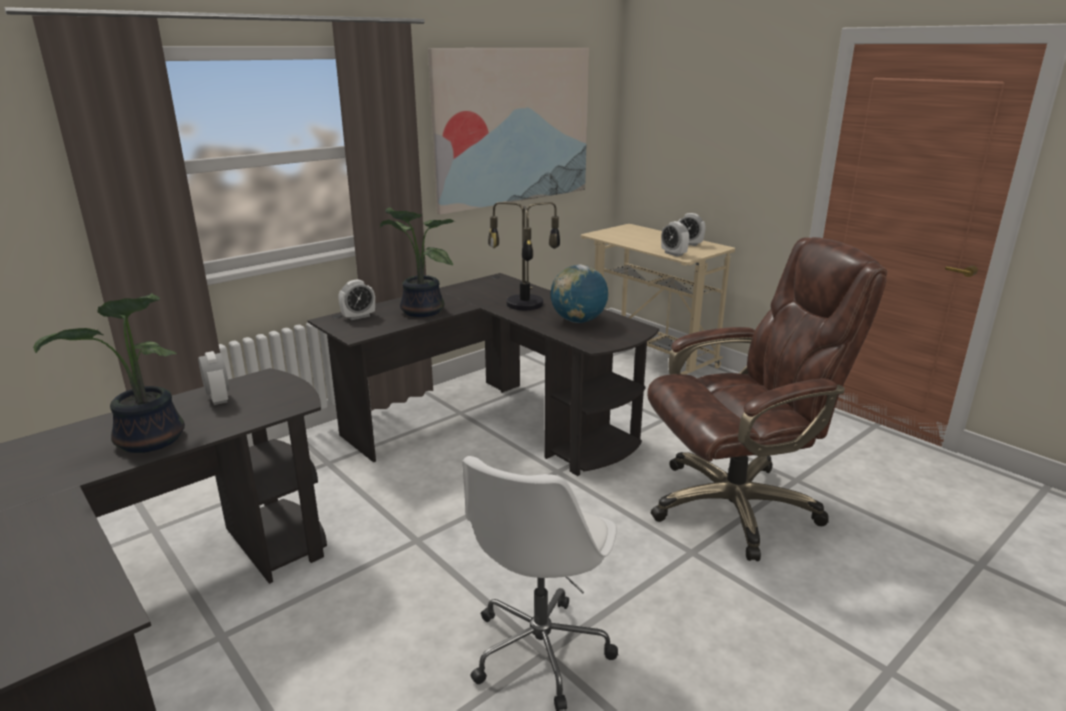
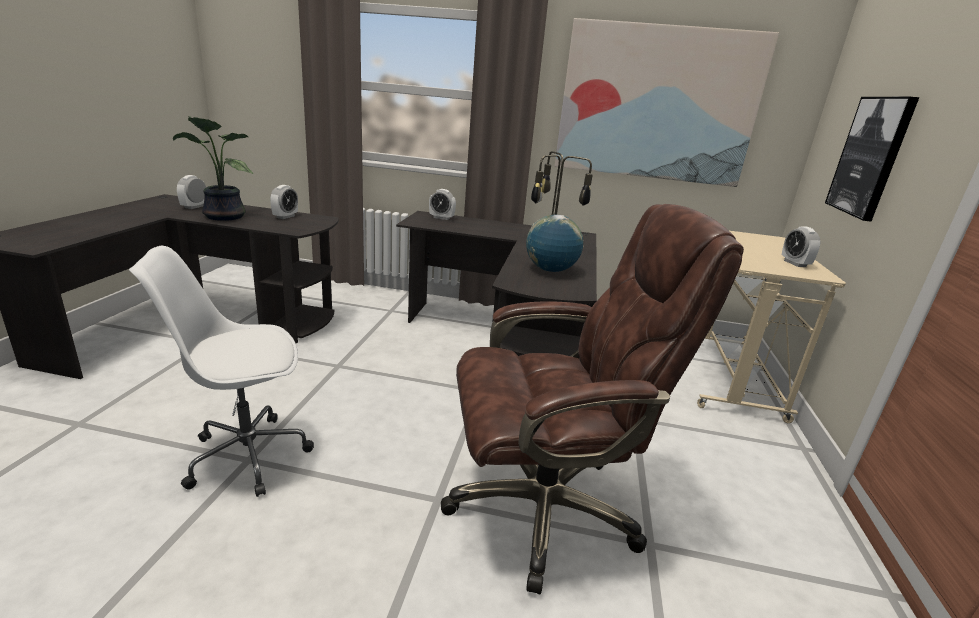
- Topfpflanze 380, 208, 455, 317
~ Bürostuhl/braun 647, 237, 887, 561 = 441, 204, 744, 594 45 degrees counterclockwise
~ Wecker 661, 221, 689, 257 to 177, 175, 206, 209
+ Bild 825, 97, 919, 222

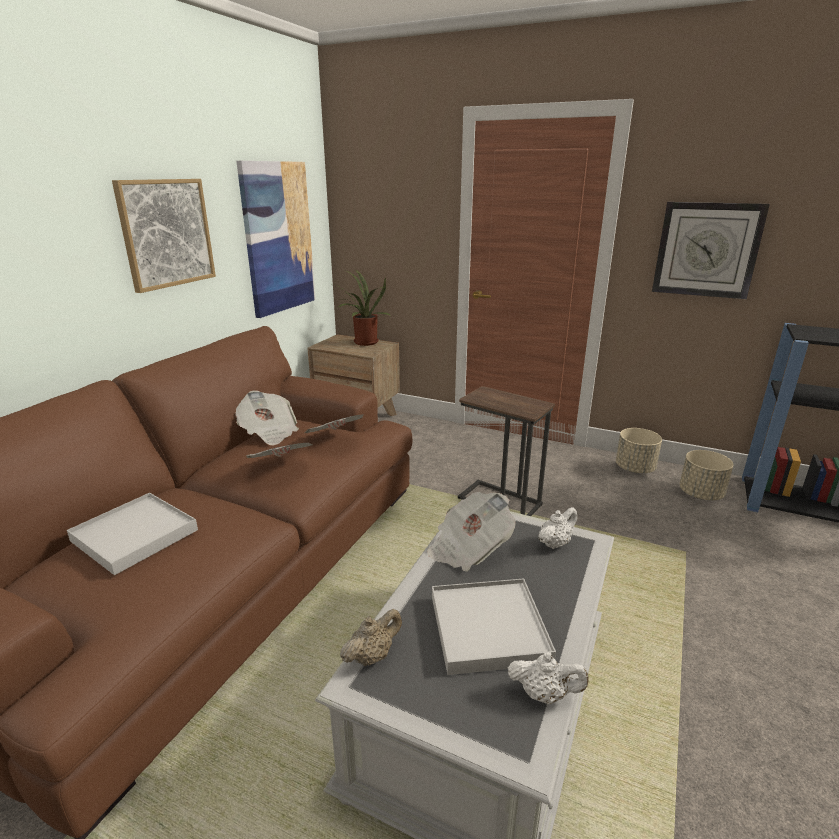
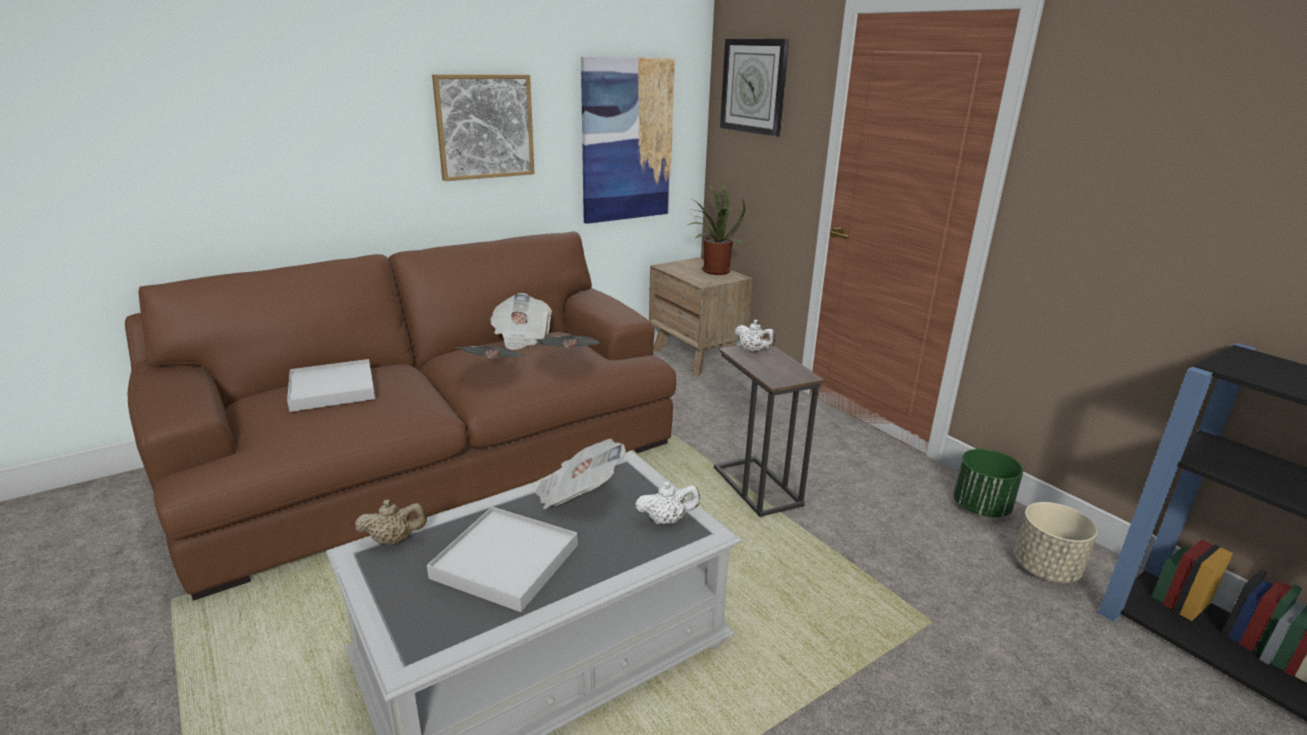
~ Teekanne/weiß 508, 652, 588, 704 to 735, 320, 775, 353
~ Pflanzkübel/beige 616, 428, 662, 473 to Pflanzkübel/grün 953, 449, 1023, 517
~ Wanduhr 652, 202, 770, 299 to 720, 38, 789, 137

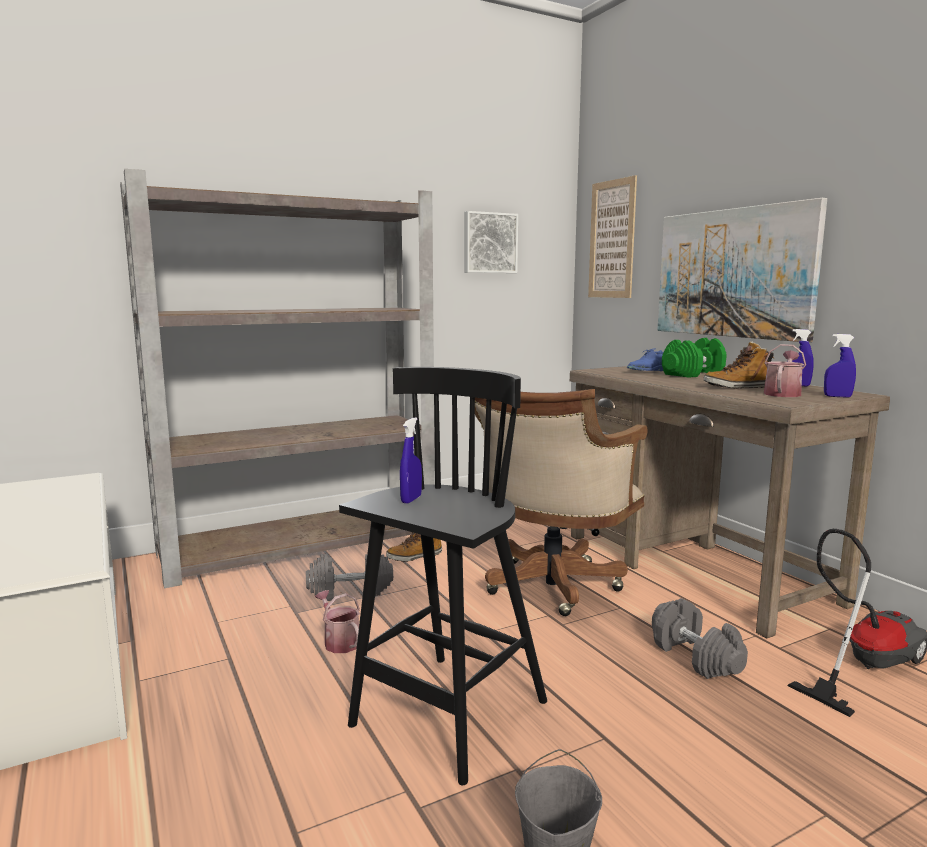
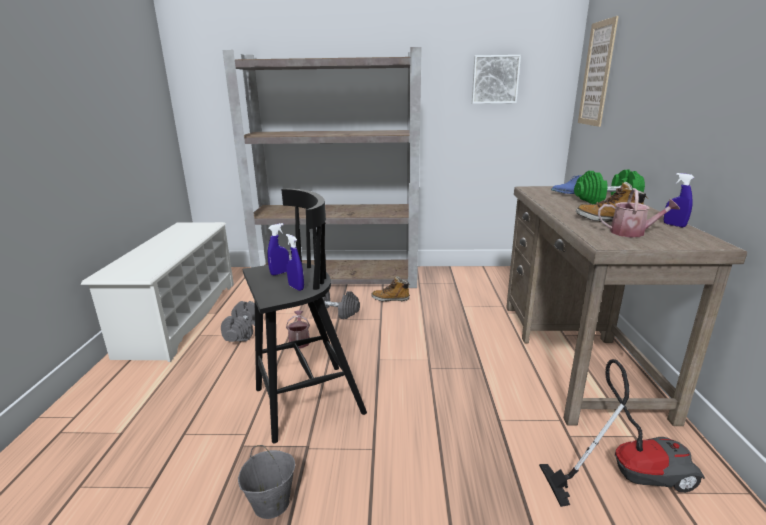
- Bürostuhl 475, 389, 648, 616
~ Hantel/grau 652, 598, 748, 679 to 221, 301, 255, 342
- Bild 657, 198, 827, 342
~ Gießkanne 764, 344, 806, 397 = 598, 188, 680, 237 45 degrees clockwise
~ Sprühflasche/blau 824, 334, 856, 398 to 286, 234, 304, 291

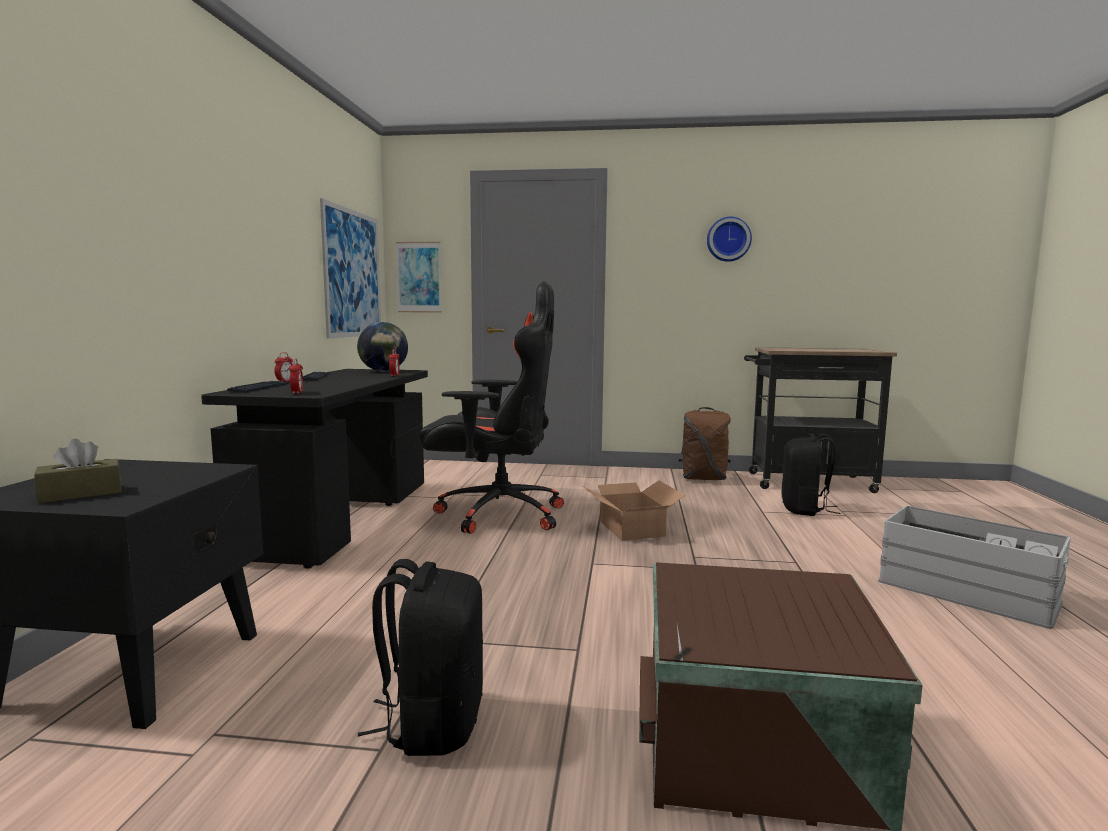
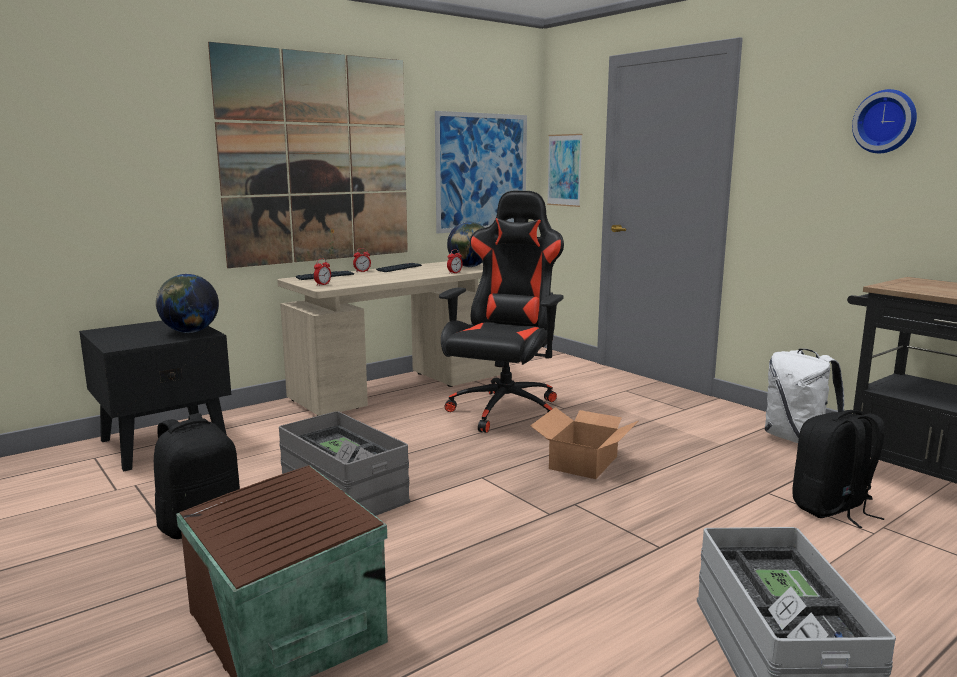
- Taschentuchbox/braun 34, 439, 122, 503
~ Schreibtisch/schwarz 201, 369, 428, 569 to Schreibtisch/beige 277, 261, 502, 416
~ Bürostuhl/schwarz 420, 281, 564, 534 = 439, 190, 564, 433 120 degrees counterclockwise
~ Rucksack/braun 679, 407, 731, 480 to Rucksack/weiß 765, 348, 845, 443
+ Globus 156, 274, 219, 333
+ Bild 208, 42, 408, 268
+ Aufbewahrungsbox/grau 279, 411, 410, 516

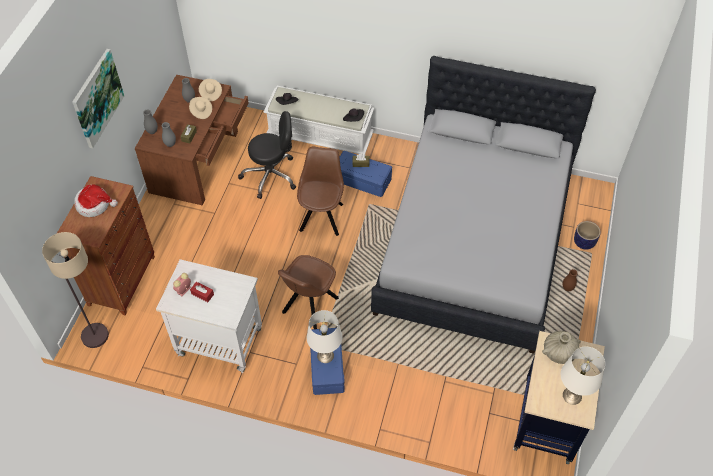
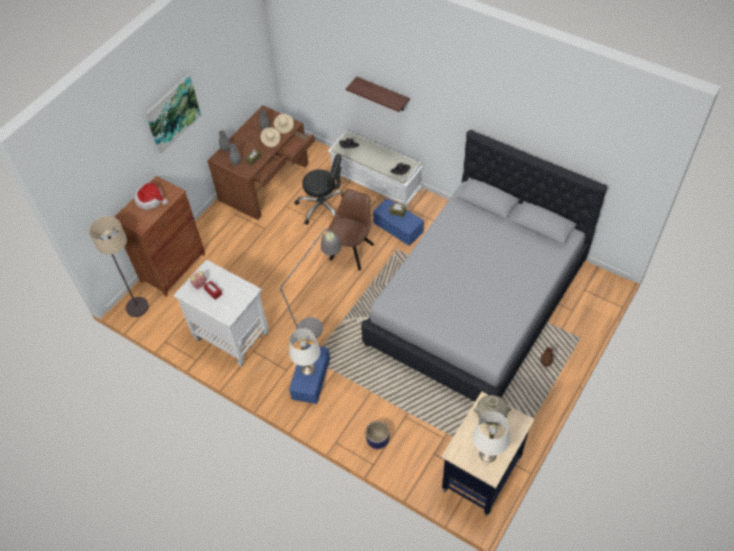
~ Stuhl/braun 278, 255, 339, 329 to Stehlampe/grau 253, 228, 341, 373
~ Pflanzkübel 574, 221, 601, 250 to 365, 421, 390, 449
+ Wandregal 346, 77, 410, 112

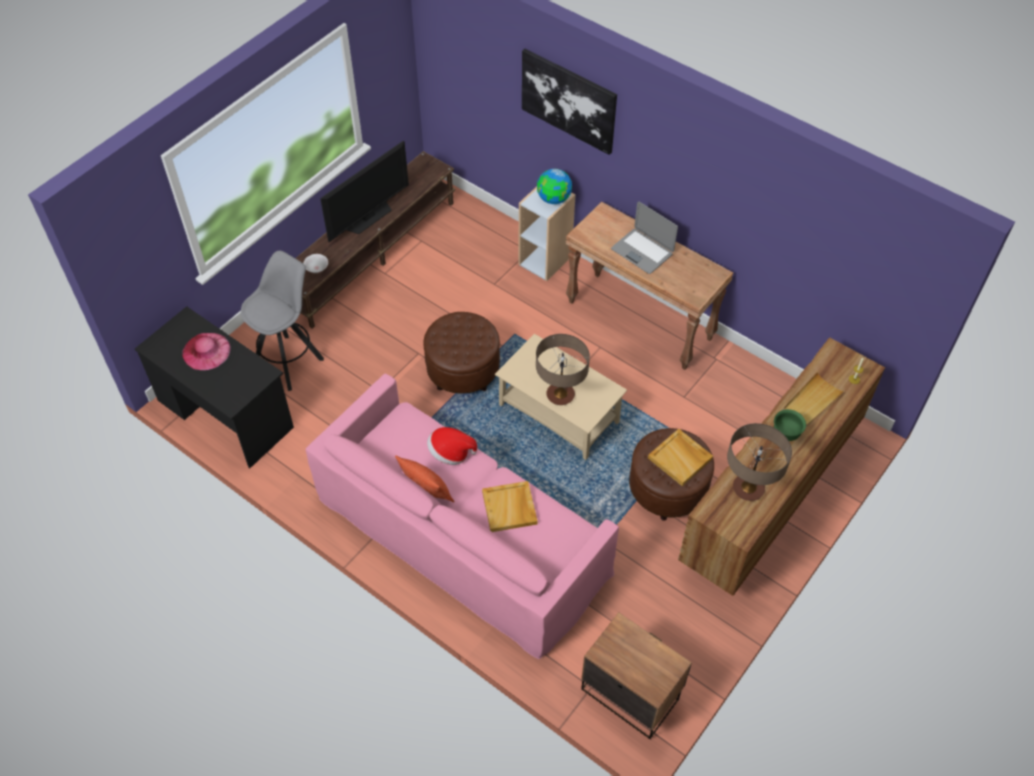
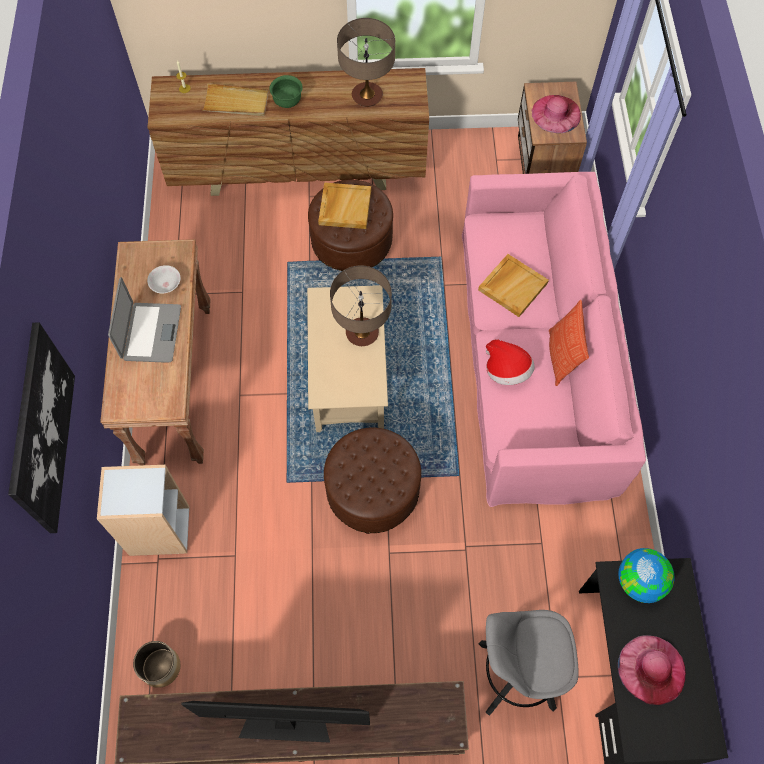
~ Schüssel/weiß 303, 254, 328, 273 to 147, 265, 181, 293
~ Globus 537, 169, 572, 204 to 618, 548, 675, 603
+ Pflanzkübel 133, 641, 180, 688
+ Hut/rosa 532, 95, 581, 133

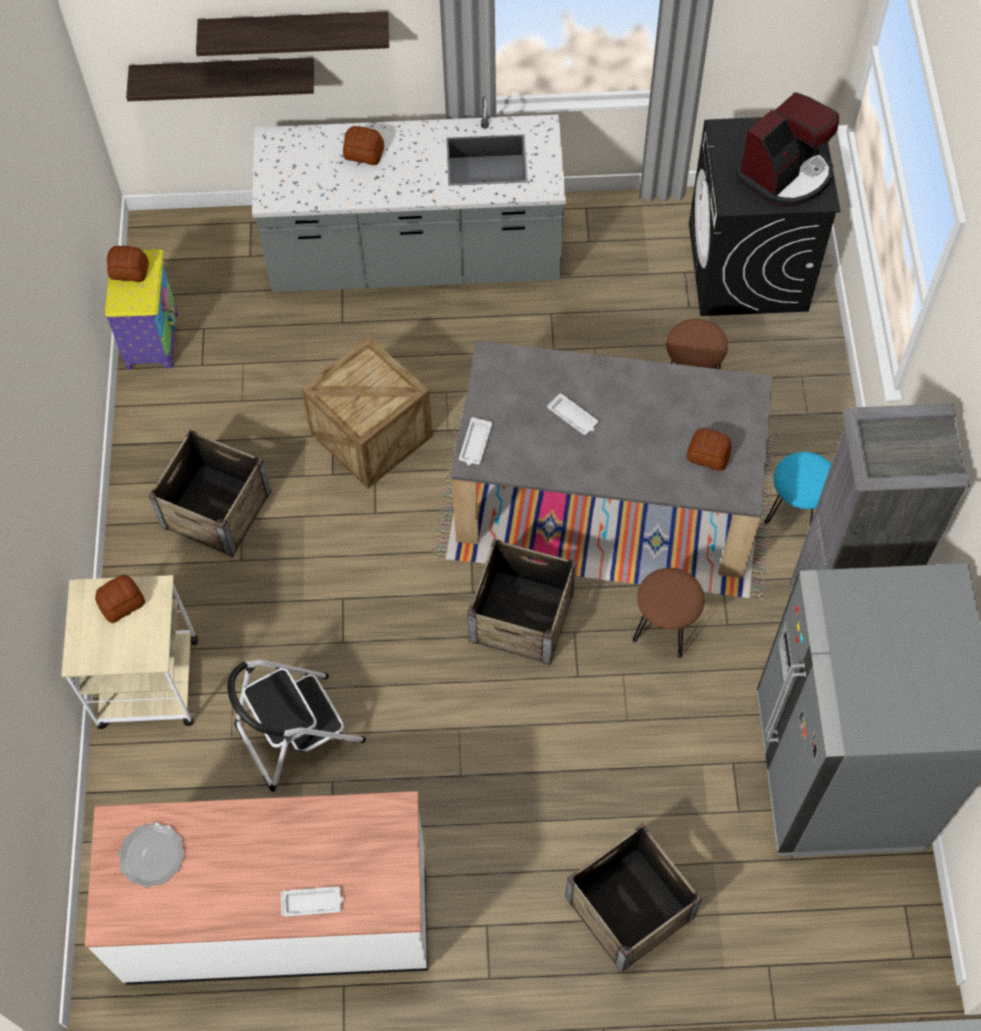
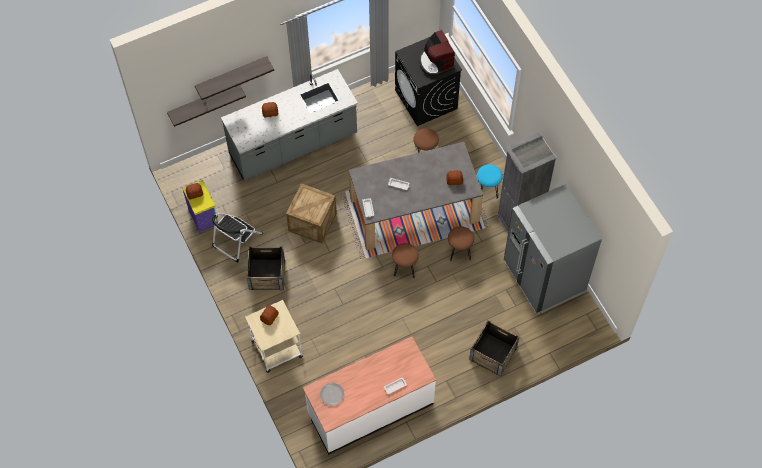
~ Trittleiter 227, 660, 366, 792 to 212, 213, 263, 263
~ Kiste 467, 539, 576, 665 to Hocker/braun 392, 243, 419, 278
~ Kaffeemaschine 736, 92, 839, 207 = 419, 30, 455, 76 135 degrees clockwise

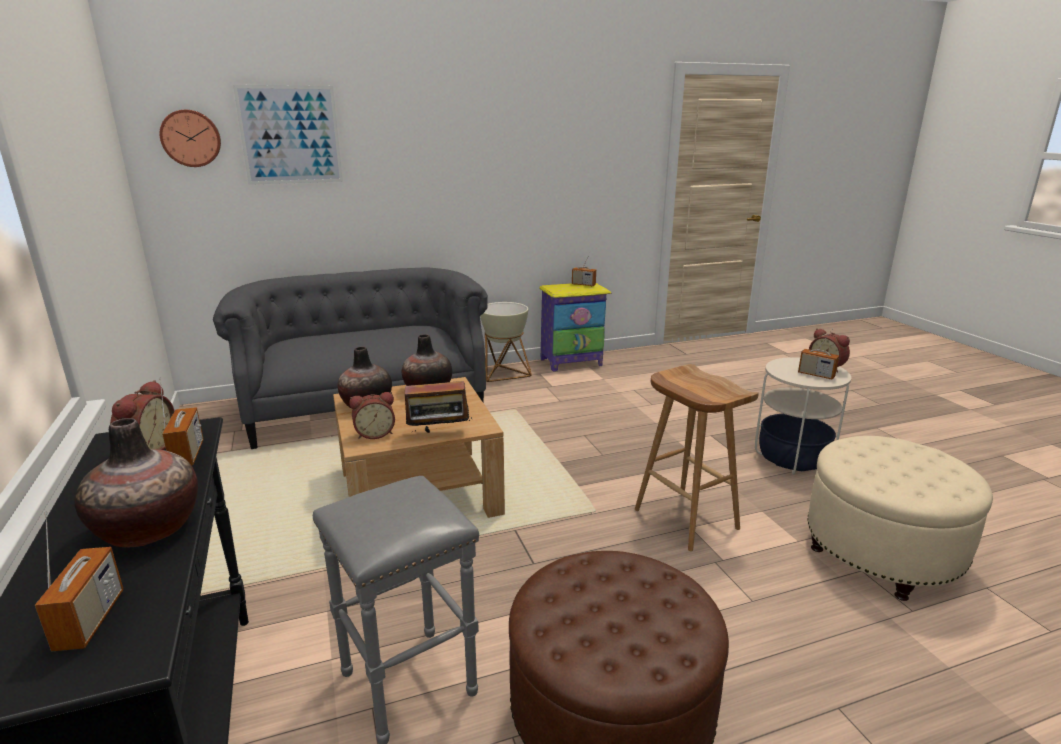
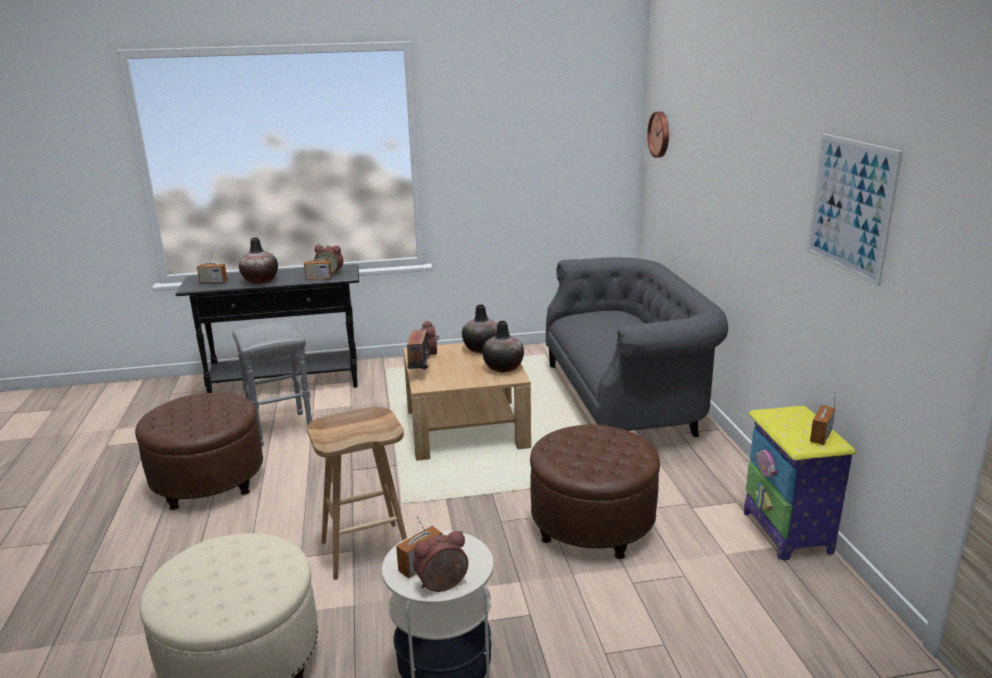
~ Bild 233, 85, 343, 185 to 807, 134, 903, 286
- Pflanzkübel 480, 302, 532, 382
+ Polsterhocker/braun 530, 425, 660, 559

